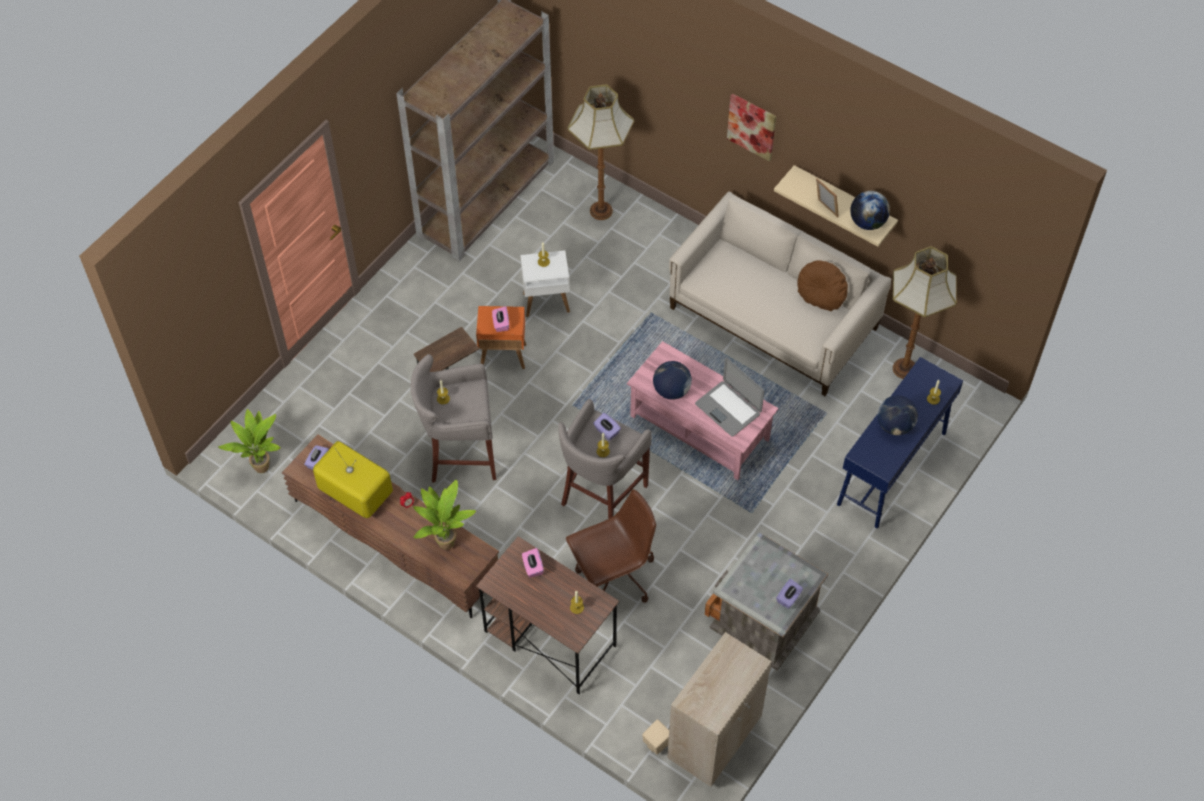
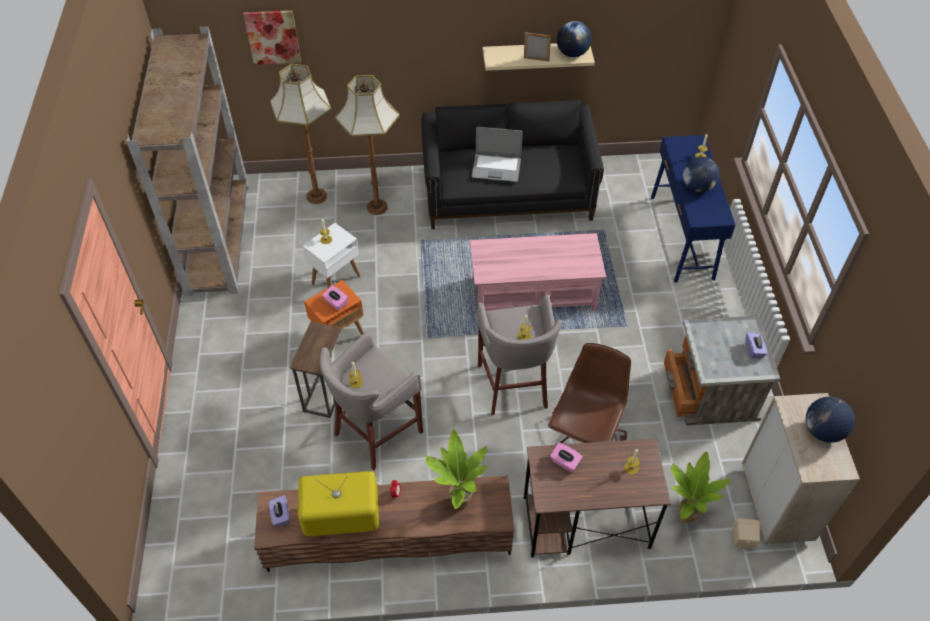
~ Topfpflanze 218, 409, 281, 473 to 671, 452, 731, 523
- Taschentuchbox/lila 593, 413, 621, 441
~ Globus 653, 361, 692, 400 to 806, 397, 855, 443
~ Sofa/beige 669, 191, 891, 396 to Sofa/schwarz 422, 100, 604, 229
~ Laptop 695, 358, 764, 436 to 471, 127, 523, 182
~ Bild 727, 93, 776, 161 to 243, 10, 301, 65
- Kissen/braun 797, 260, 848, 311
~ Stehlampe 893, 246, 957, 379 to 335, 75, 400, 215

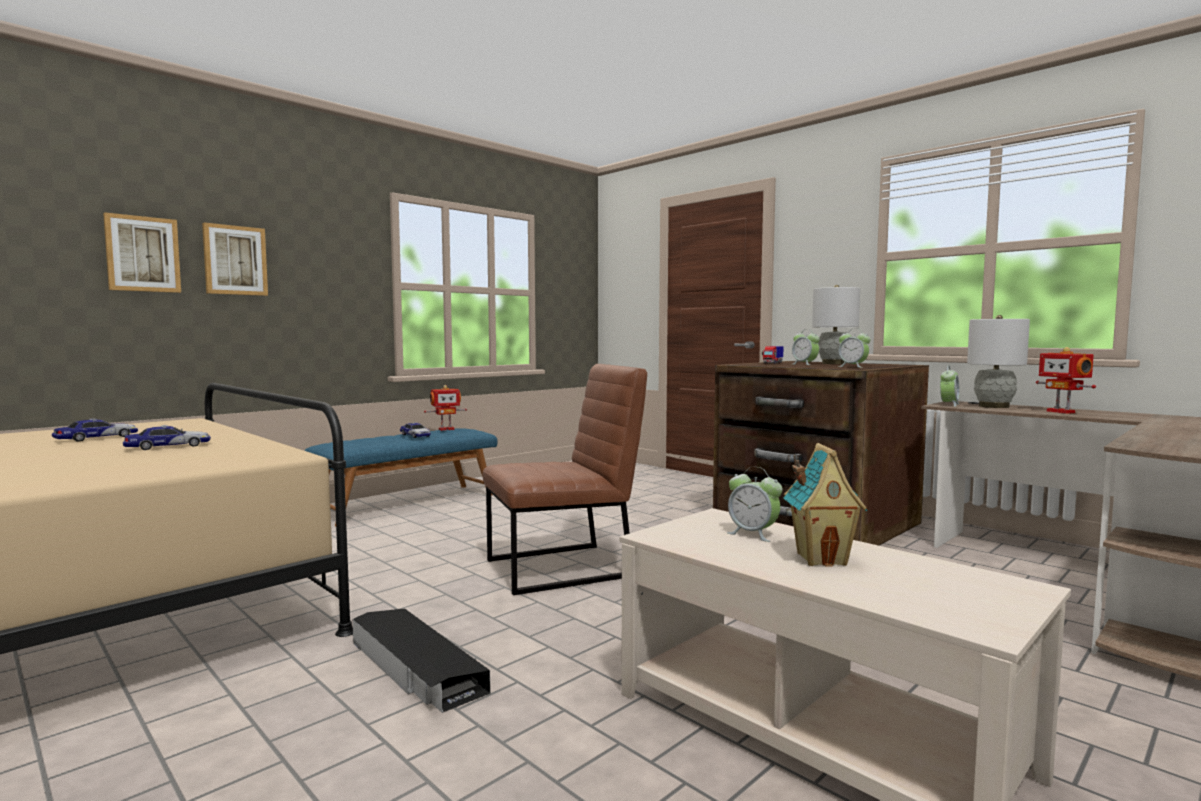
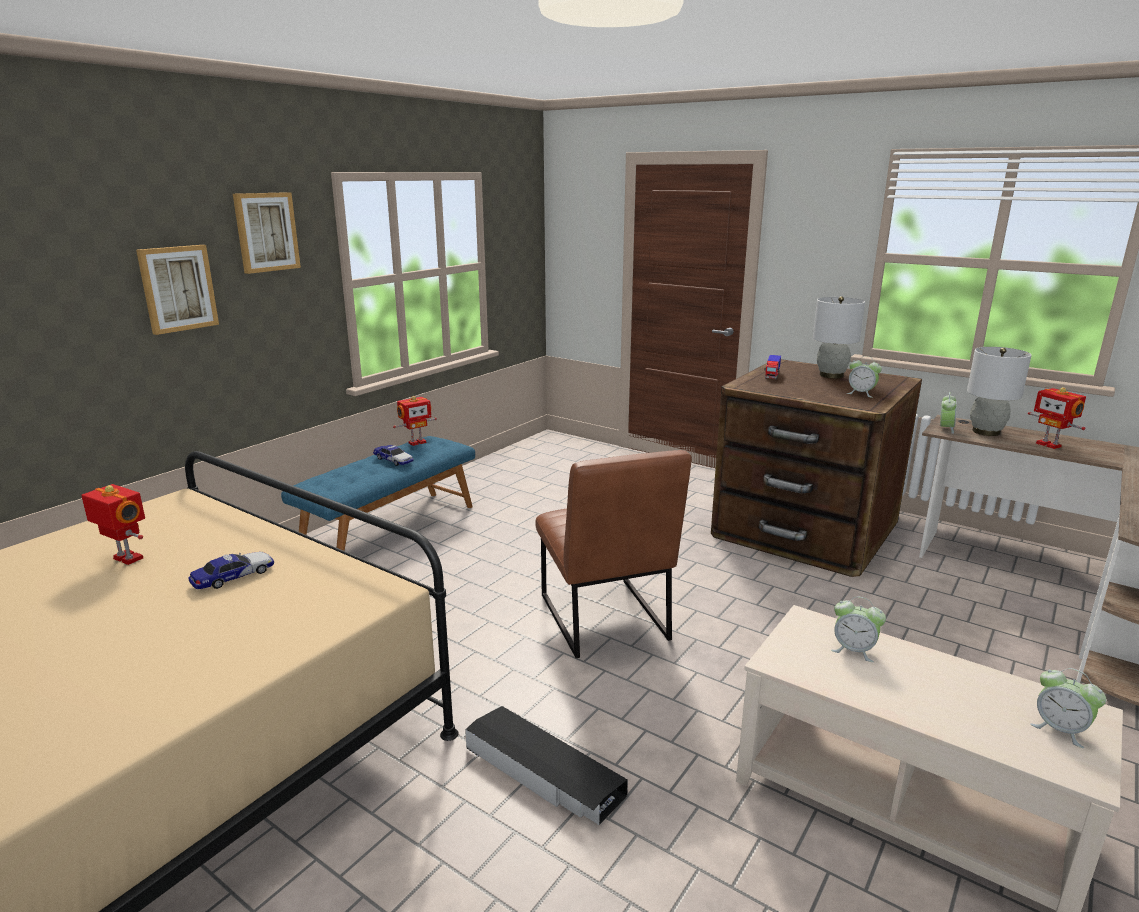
~ Spielzeugauto 52, 418, 138, 442 to Spielzeugroboter 81, 484, 145, 565
~ Bild 103, 212, 181, 293 to 233, 192, 301, 274
~ Stuhl/braun 483, 364, 647, 595 = 535, 450, 691, 658 105 degrees clockwise
- Spielzeughaus 783, 443, 867, 567
~ Wecker 792, 329, 820, 365 to 1030, 668, 1106, 748

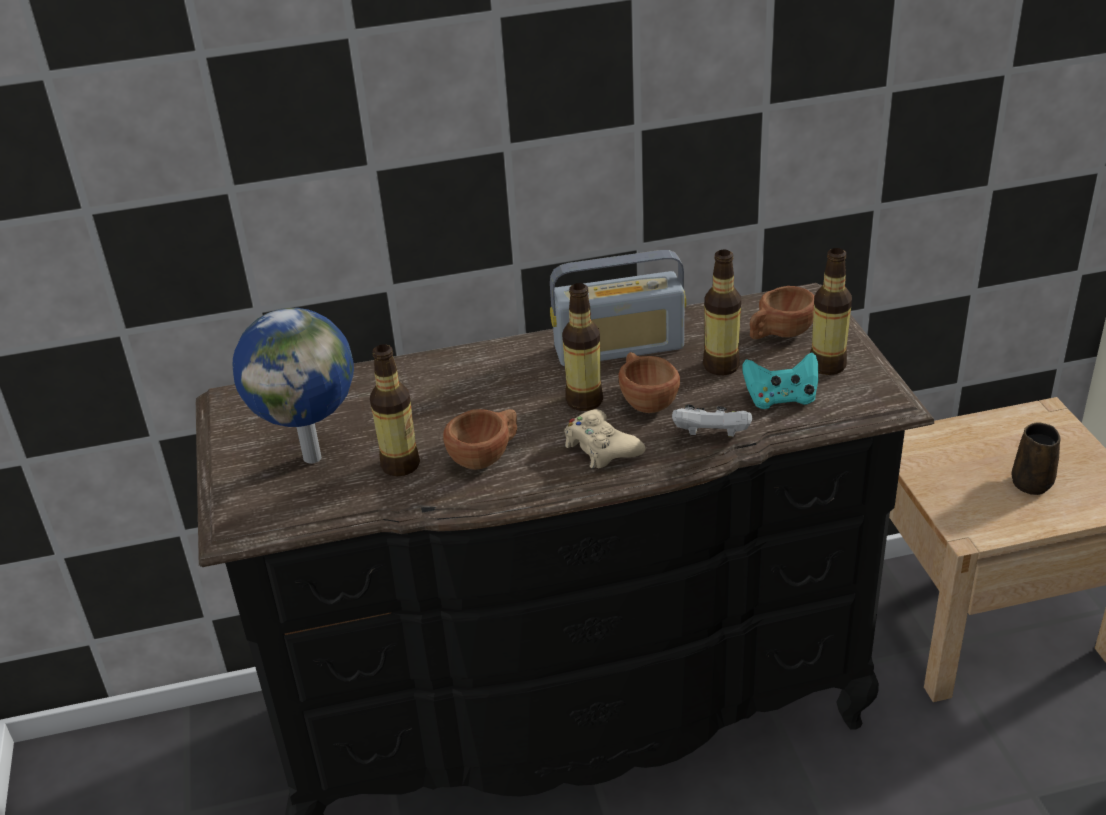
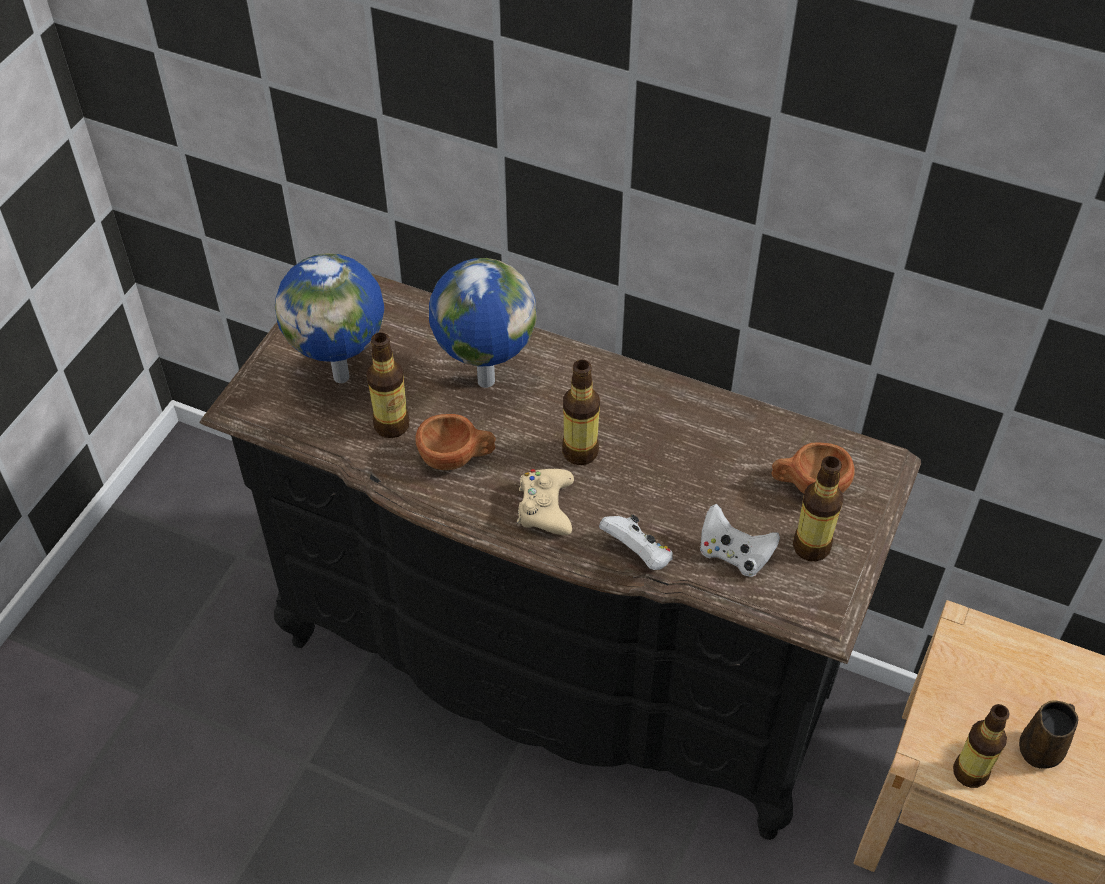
- Radio 550, 250, 686, 366
- Tasse/braun 618, 352, 680, 413
~ Flasche 703, 250, 741, 376 to 953, 704, 1010, 788
~ Gamepad/türkis 742, 352, 818, 409 to Gamepad/weiß 700, 504, 780, 577
+ Globus 429, 258, 537, 388

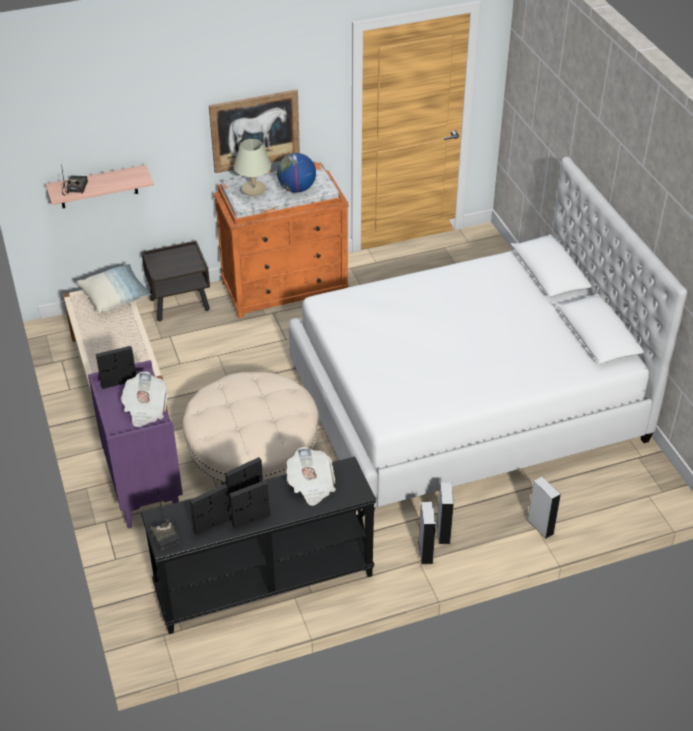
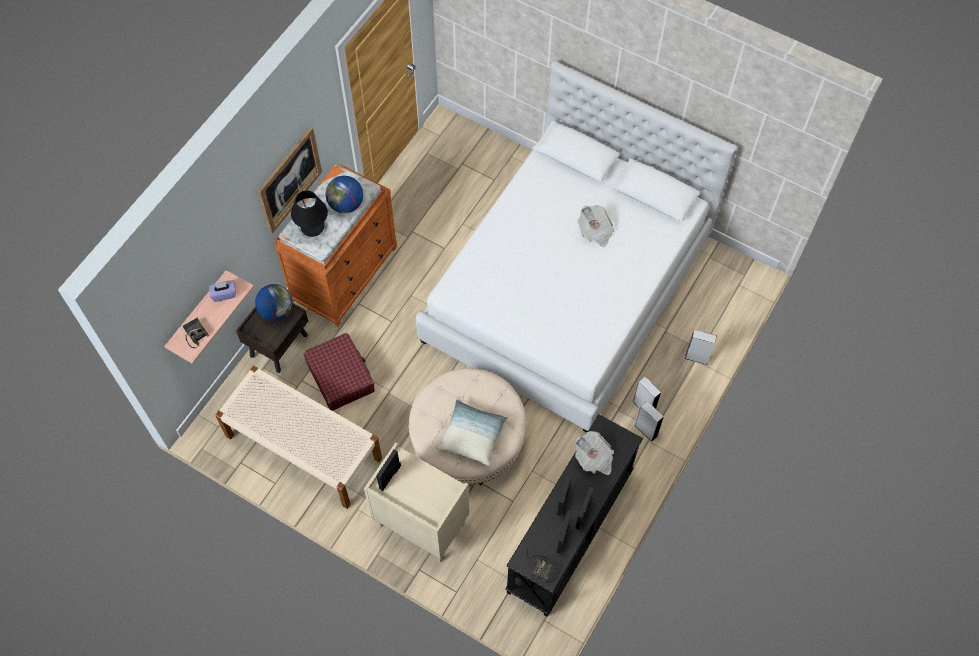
~ Kissen 76, 264, 151, 314 to 435, 399, 508, 466
~ Schrank/lila 88, 360, 183, 528 to Schrank/beige 364, 442, 469, 562
~ Zeitung 121, 372, 168, 427 to 578, 205, 615, 247
~ Tischlampe/beige 234, 139, 271, 196 to Tischlampe/schwarz 291, 190, 328, 237
+ Taschentuchbox/lila 209, 280, 236, 302
+ Globus 255, 284, 293, 321
+ Koffer/rot 303, 333, 375, 411

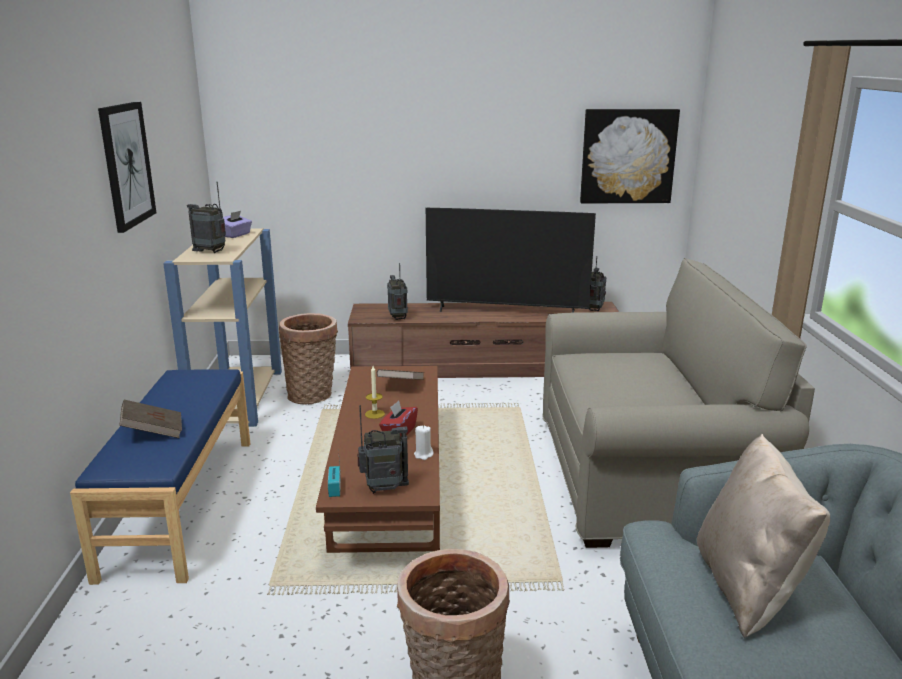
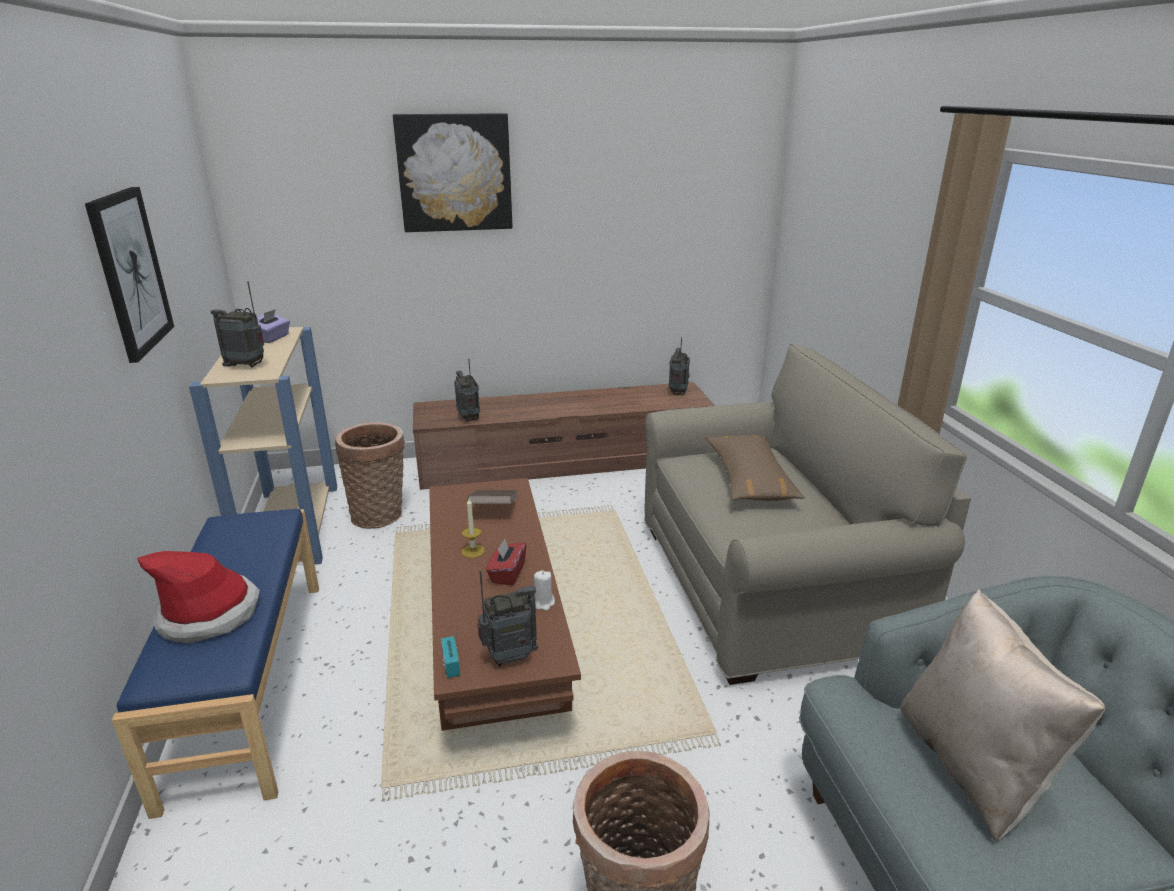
~ Buch/braun 119, 400, 182, 438 to Hut 137, 551, 260, 643
- Fernseher 426, 208, 596, 313
~ Bild 580, 109, 680, 203 to 393, 113, 513, 232
+ Kissen/braun 706, 435, 805, 501

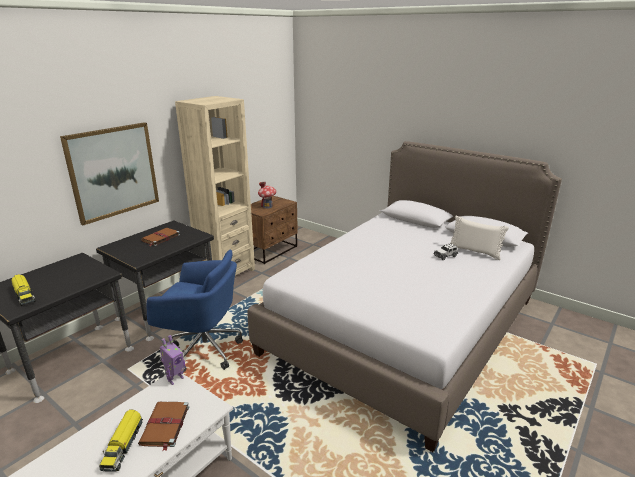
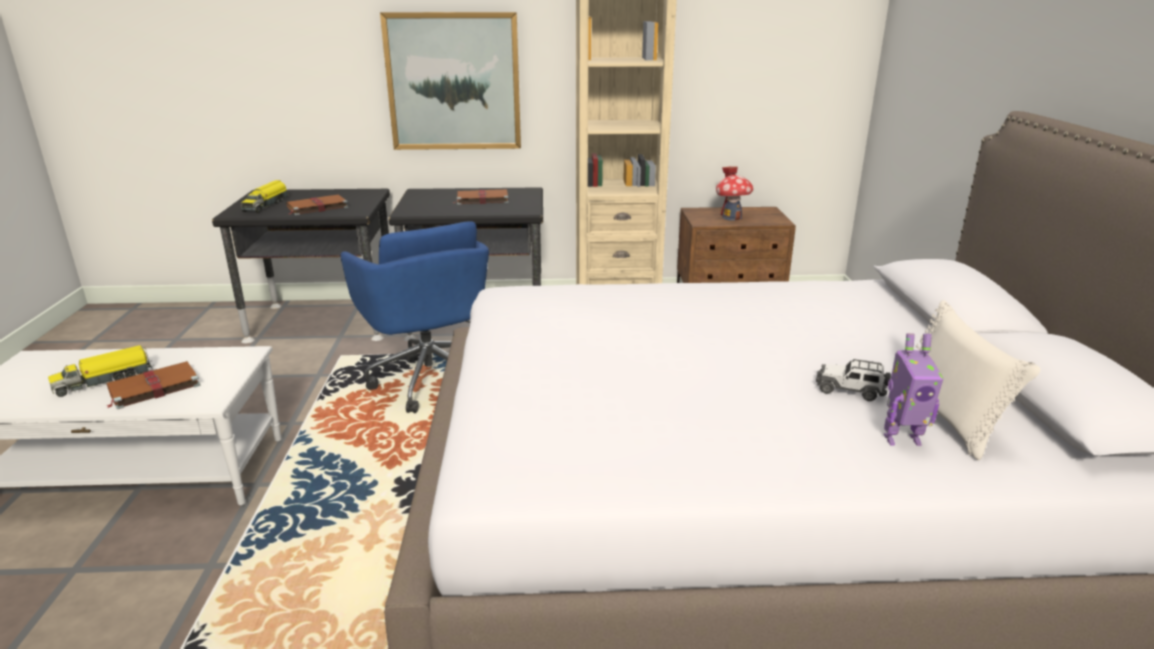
~ Spielzeugroboter 160, 335, 185, 385 to 884, 333, 944, 446
+ Buch/braun 286, 194, 348, 215

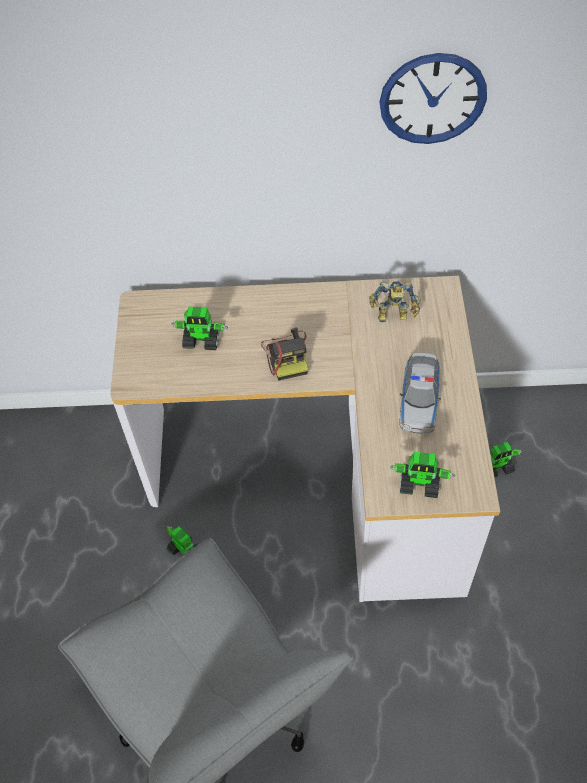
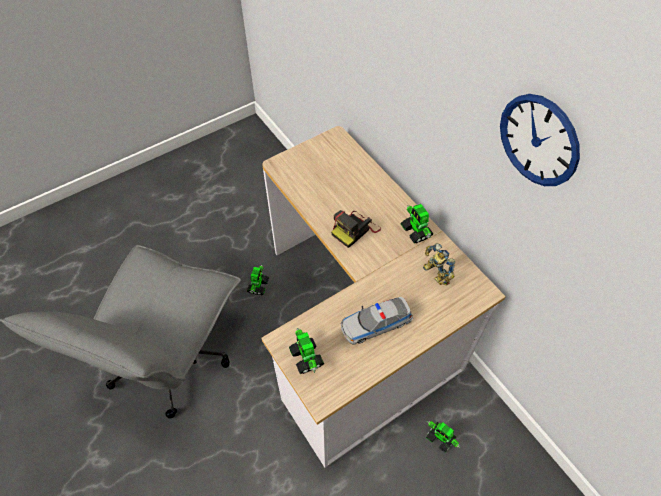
~ Spielzeugroboter 172, 307, 228, 350 to 401, 204, 433, 243

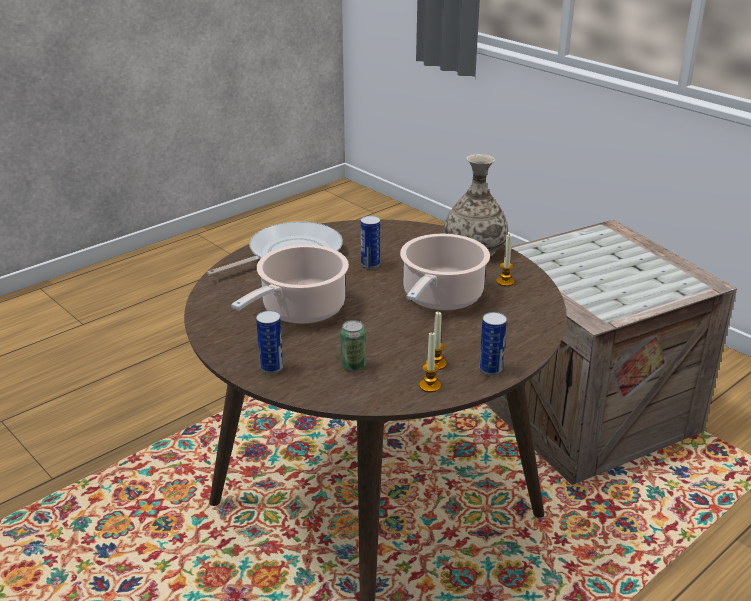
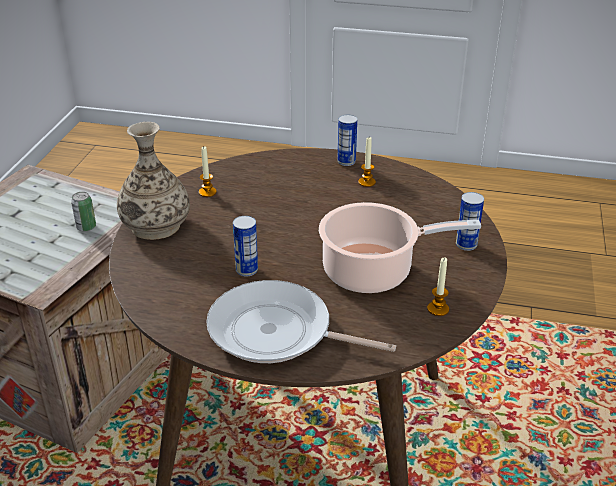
~ Dose 340, 320, 366, 371 to 71, 192, 96, 232
- Kochtopf 400, 234, 490, 311
~ Kerze 419, 333, 441, 392 to 427, 257, 449, 316

